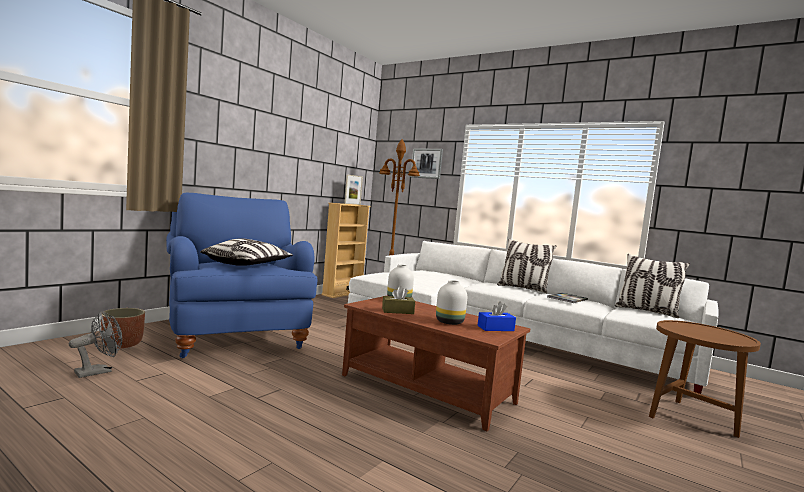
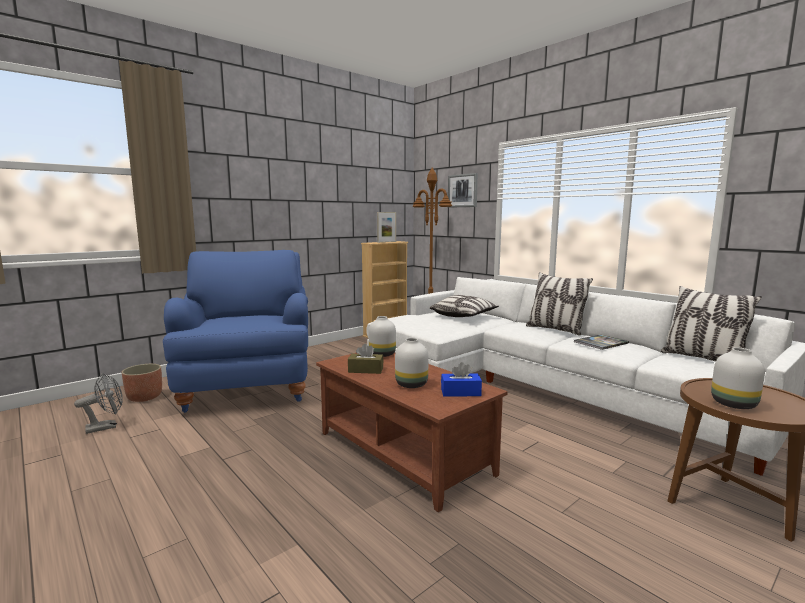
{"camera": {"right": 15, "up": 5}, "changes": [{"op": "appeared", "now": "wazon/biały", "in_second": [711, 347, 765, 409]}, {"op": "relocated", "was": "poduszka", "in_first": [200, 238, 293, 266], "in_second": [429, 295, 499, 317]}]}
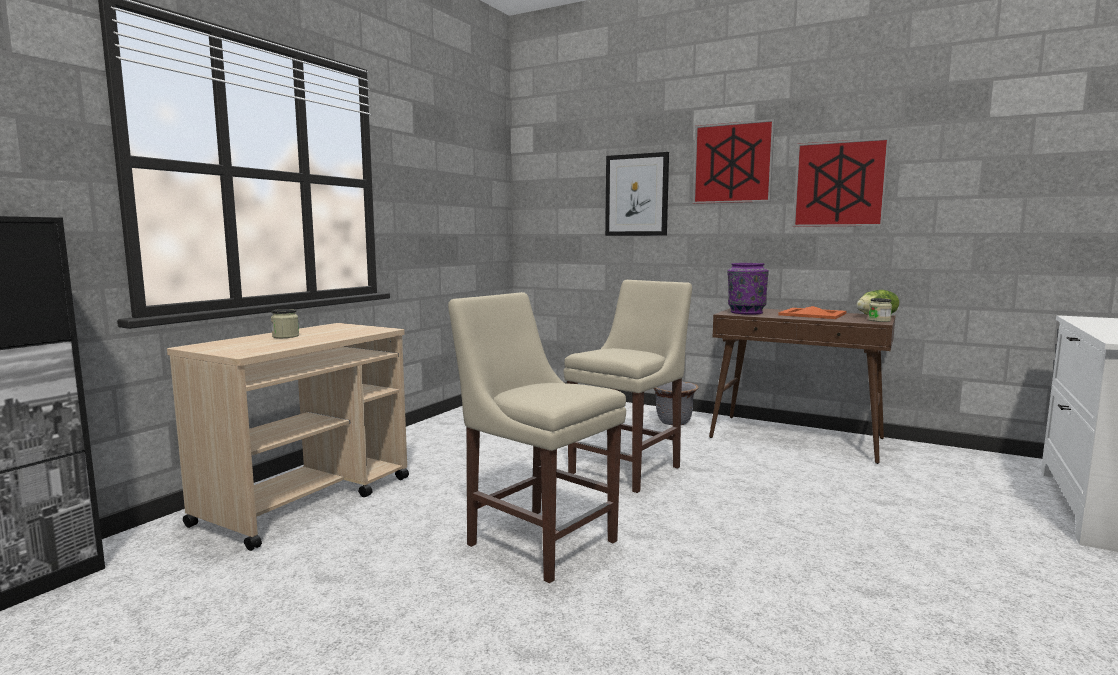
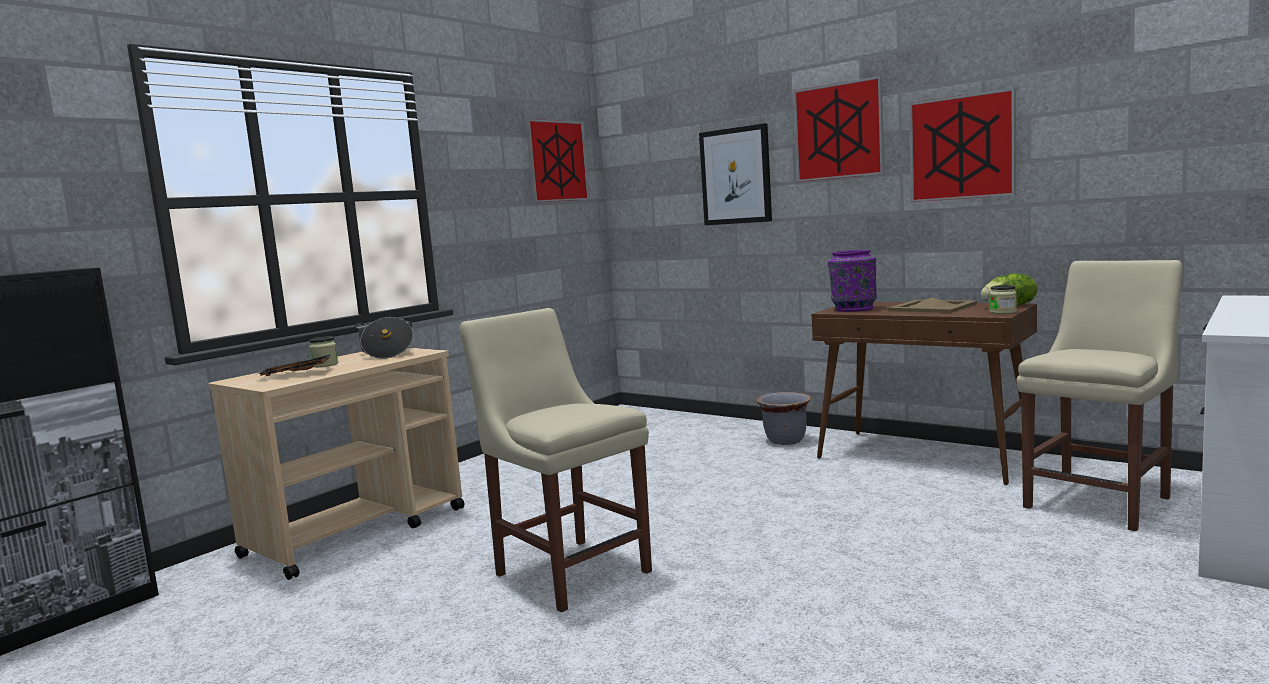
{"camera": {"right": 10, "up": 0}, "changes": [{"op": "appeared", "now": "taca/czarny", "in_second": [254, 354, 332, 376]}, {"op": "appeared", "now": "garnek", "in_second": [355, 317, 413, 359]}, {"op": "appeared", "now": "obraz", "in_second": [525, 119, 590, 203]}, {"op": "relocated", "was": "krzesło/beżowy", "in_first": [564, 280, 692, 493], "in_second": [1017, 260, 1183, 531]}, {"op": "colour", "was": "taca/pomarańczowy", "now": "taca/beżowy", "in_first": [778, 306, 846, 319], "in_second": [888, 298, 977, 313]}]}
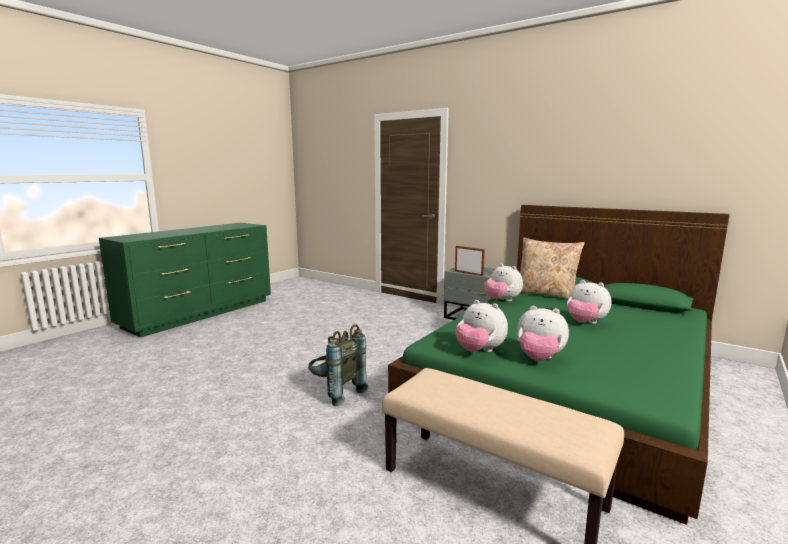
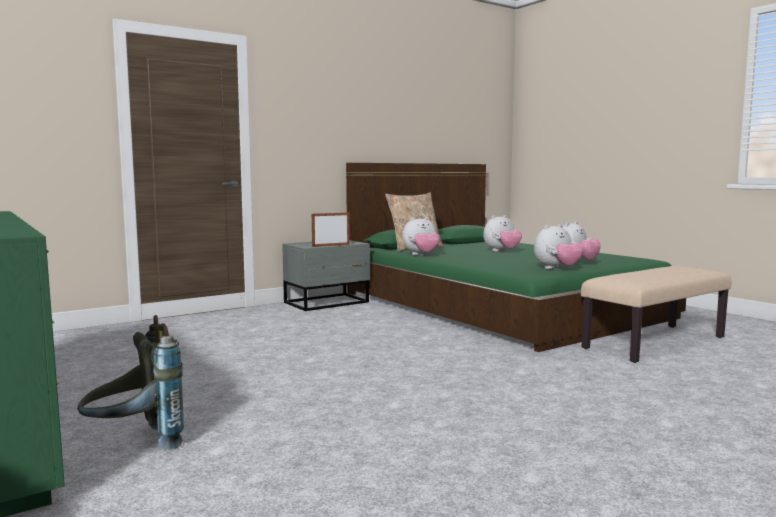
{"camera": {"right": -70, "up": -5}, "changes": [{"op": "relocated", "was": "plecak/szary", "in_first": [308, 324, 368, 406], "in_second": [77, 315, 184, 450]}]}
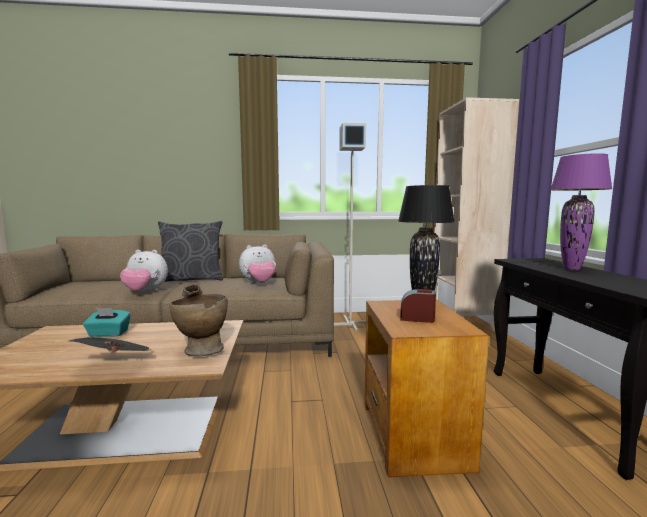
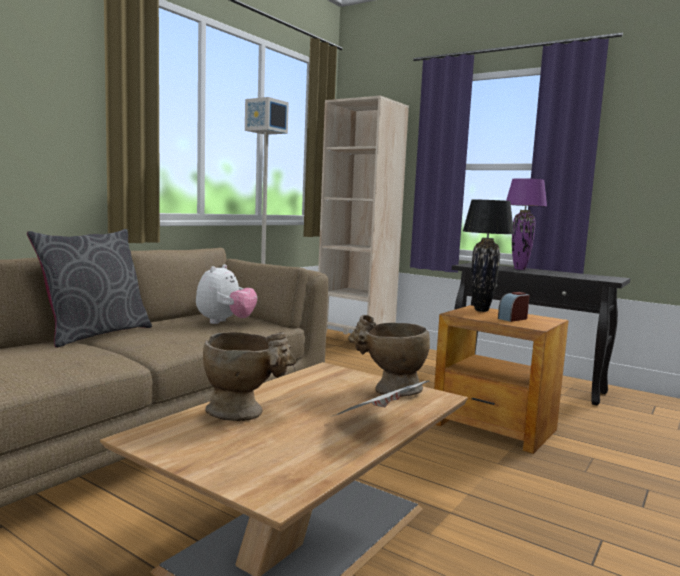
{"camera": {"right": -50, "up": 0}, "changes": [{"op": "missing", "was": "pluszak", "in_first": [120, 250, 168, 291]}, {"op": "exchanged", "was": "pudełko chusteczek/turkusowy", "now": "wazon/beżowy", "in_first": [83, 308, 131, 337], "in_second": [203, 332, 296, 421]}]}
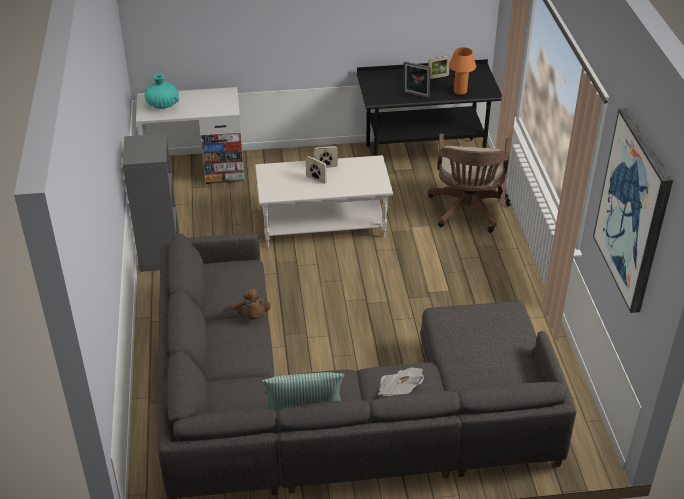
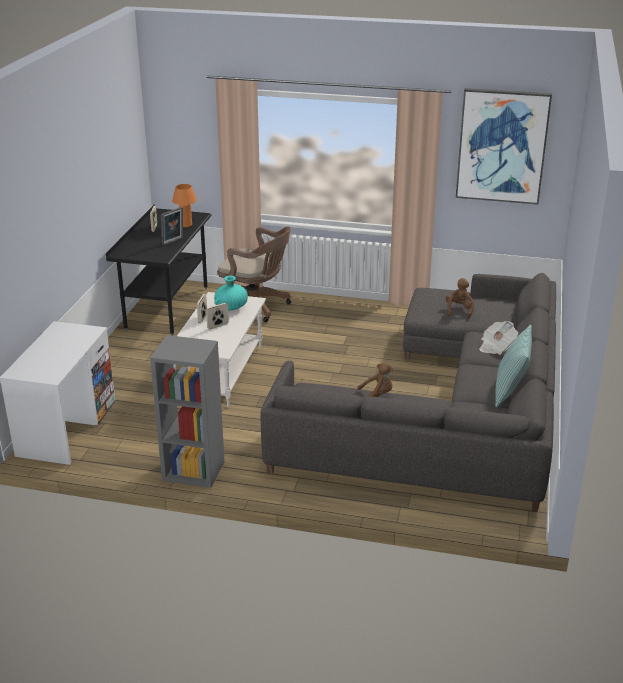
{"camera": {"right": -70, "up": -10}, "changes": [{"op": "appeared", "now": "pluszak/brązowy", "in_second": [446, 278, 474, 318]}, {"op": "relocated", "was": "wazon/turkusowy", "in_first": [145, 73, 179, 109], "in_second": [214, 276, 248, 310]}]}
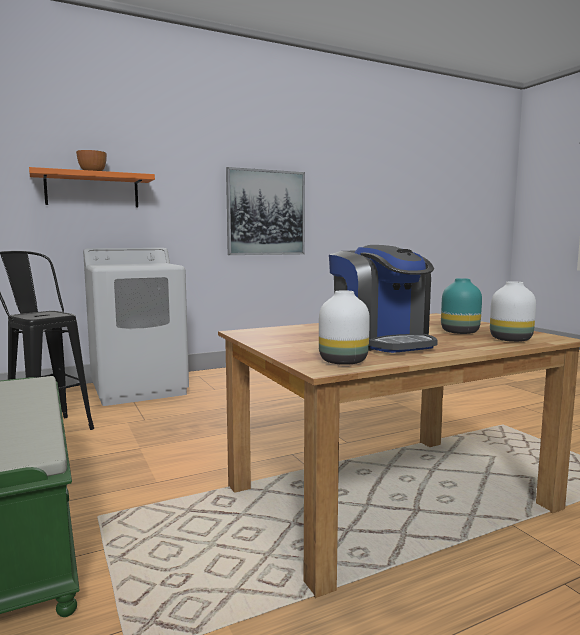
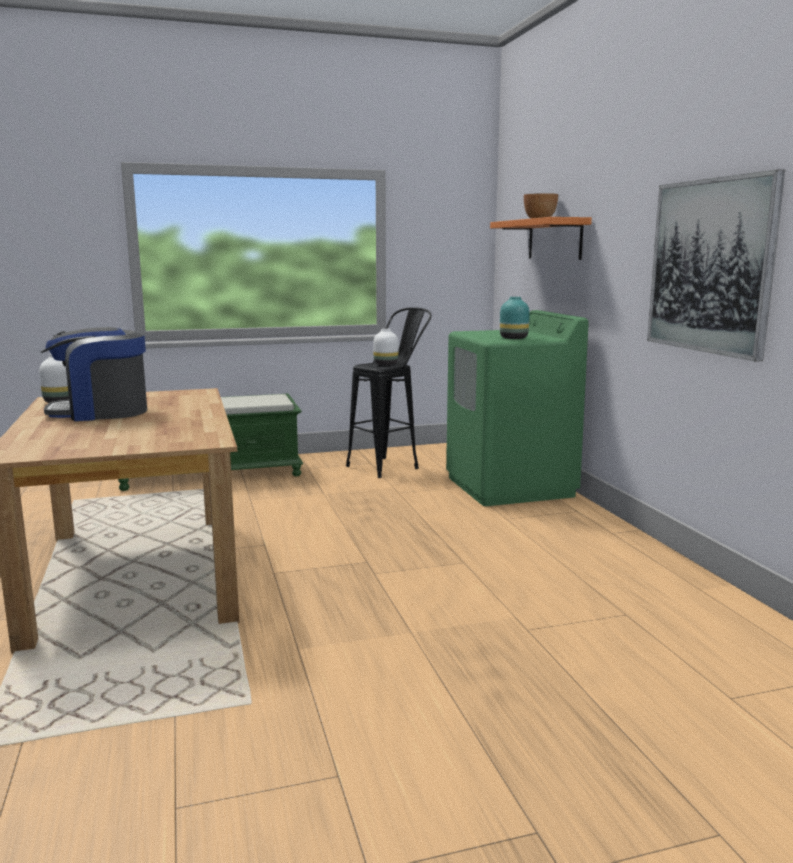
{"camera": {"right": 100, "up": 5}, "changes": [{"op": "relocated", "was": "wazon/turkusowy", "in_first": [441, 278, 482, 334], "in_second": [500, 297, 530, 339]}, {"op": "relocated", "was": "wazon/biały", "in_first": [490, 281, 536, 342], "in_second": [373, 329, 398, 365]}, {"op": "colour", "was": "pralka/biały", "now": "pralka/zielony", "in_first": [83, 248, 189, 406], "in_second": [446, 310, 589, 506]}]}
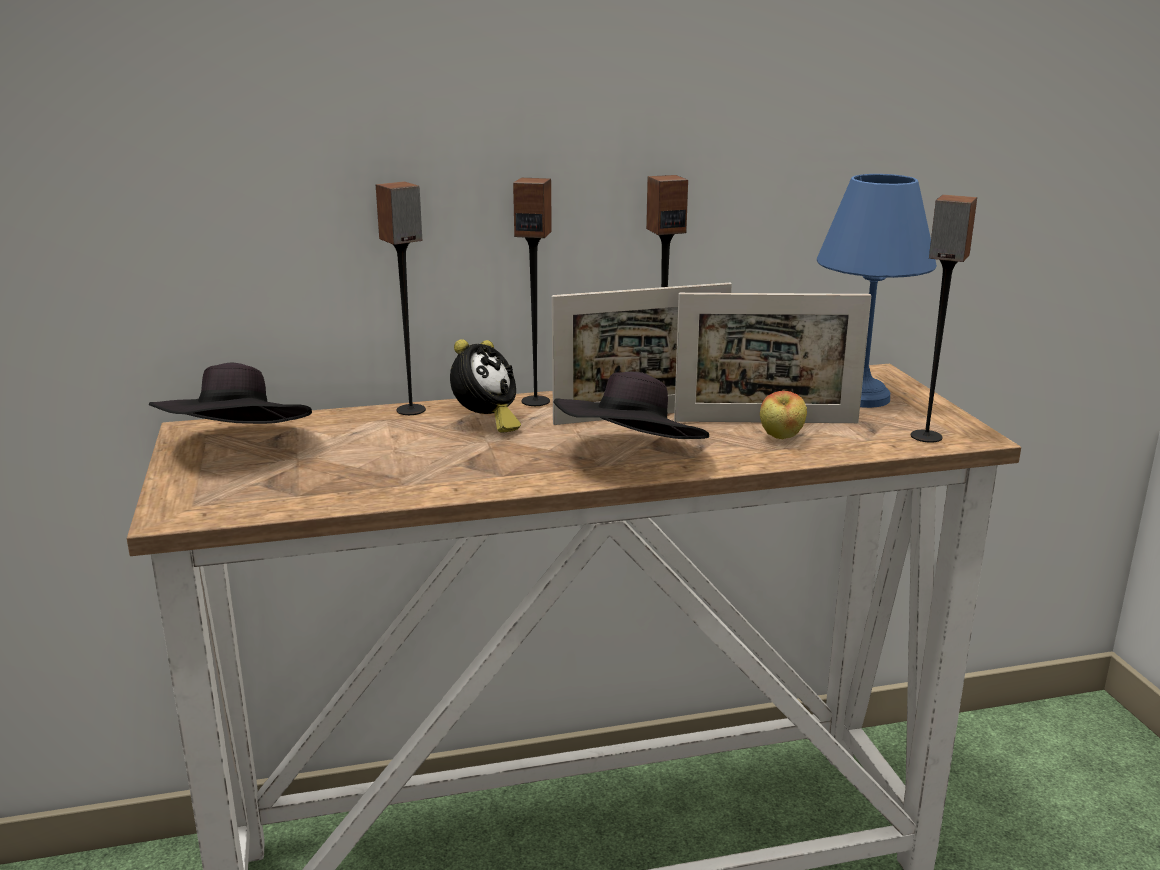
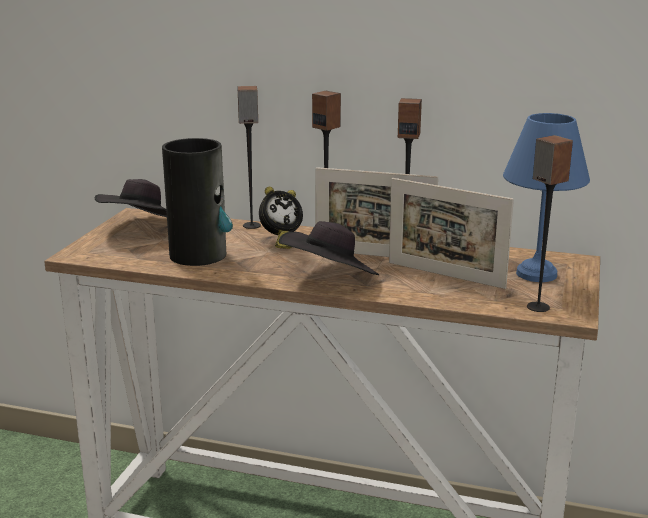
{"camera": {"right": 30, "up": 0}, "changes": [{"op": "missing", "was": "jabłko", "in_first": [760, 391, 807, 439]}, {"op": "appeared", "now": "wazon", "in_second": [162, 138, 233, 266]}]}
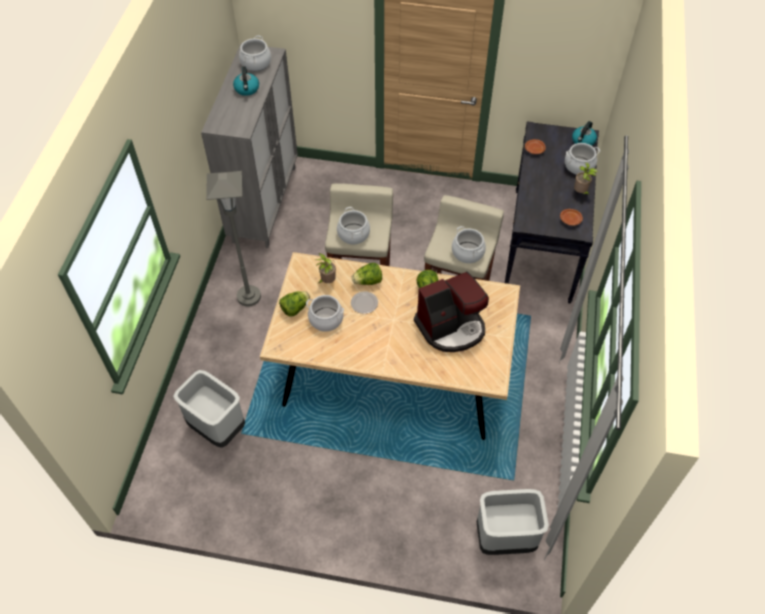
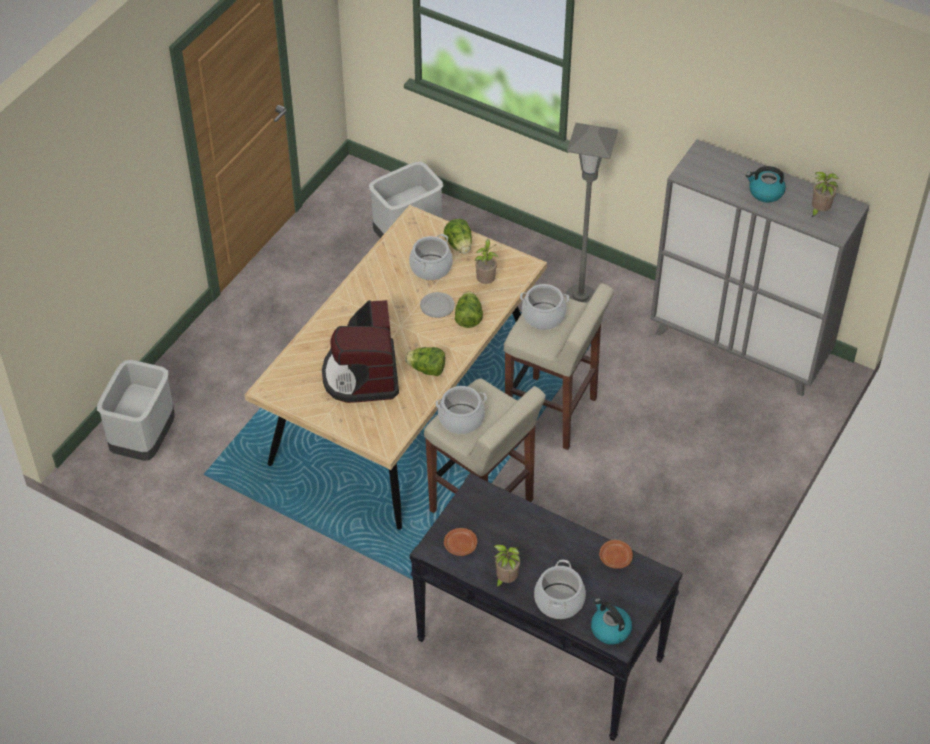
{"camera": {"right": 110, "up": -5}, "changes": [{"op": "exchanged", "was": "garnek", "now": "roślina doniczkowa", "in_first": [239, 35, 271, 71], "in_second": [811, 172, 839, 218]}]}
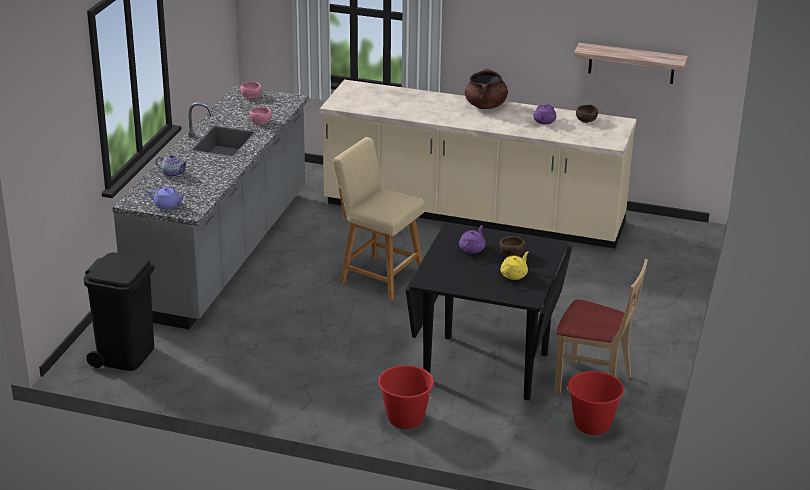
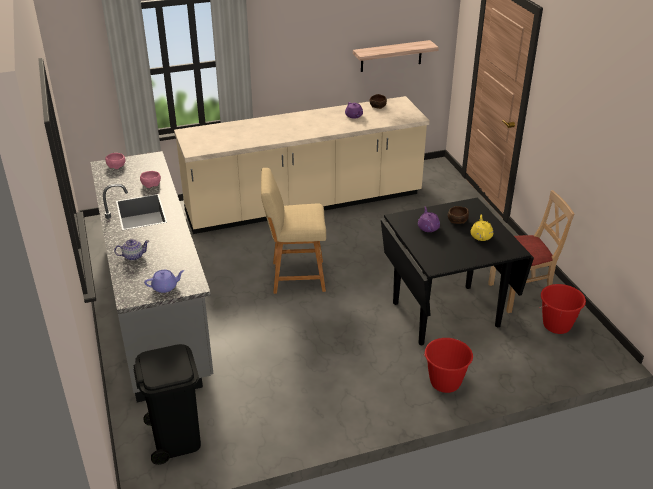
{"camera": {"right": -35, "up": 5}, "changes": [{"op": "missing", "was": "garnek/brązowy", "in_first": [465, 68, 508, 109]}]}
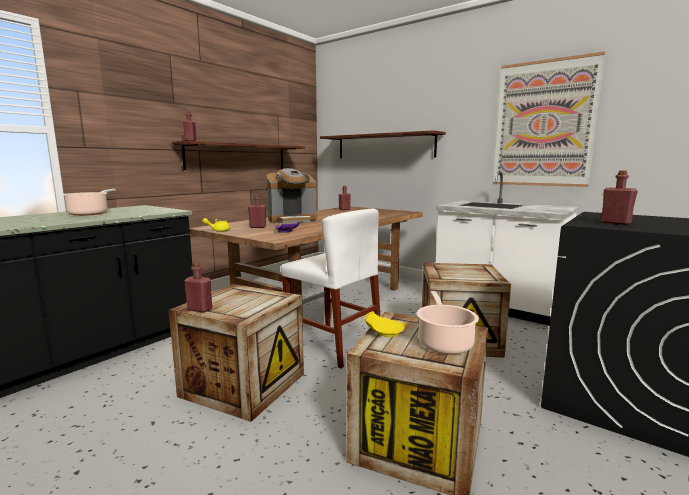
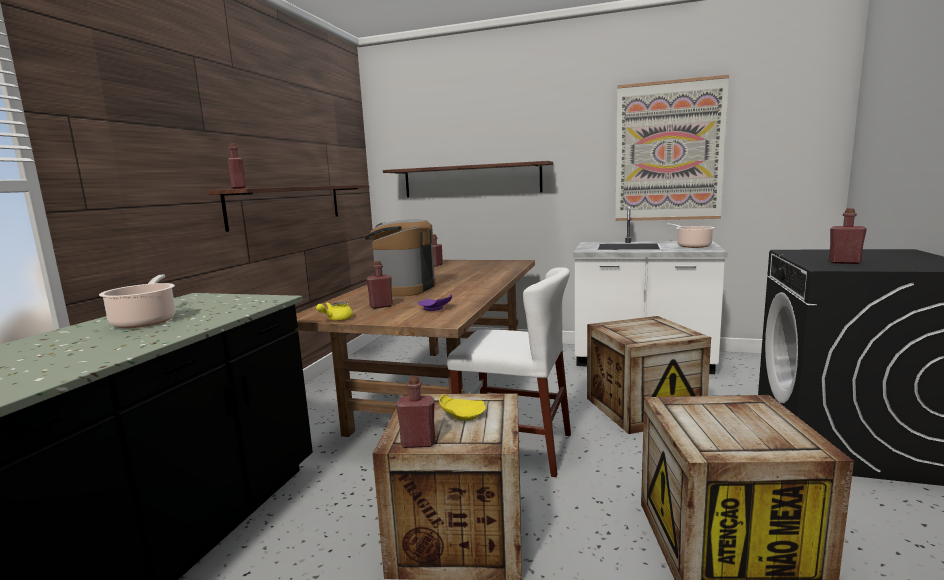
{"camera": {"right": -20, "up": 0}, "changes": [{"op": "relocated", "was": "talerz/żółty", "in_first": [365, 311, 406, 337], "in_second": [439, 394, 486, 421]}, {"op": "relocated", "was": "garnek", "in_first": [417, 291, 479, 354], "in_second": [666, 223, 714, 248]}, {"op": "spun", "was": "ekspres do kawy", "in_first": [266, 168, 317, 223], "in_second": [365, 219, 436, 296], "clockwise": 150}]}
